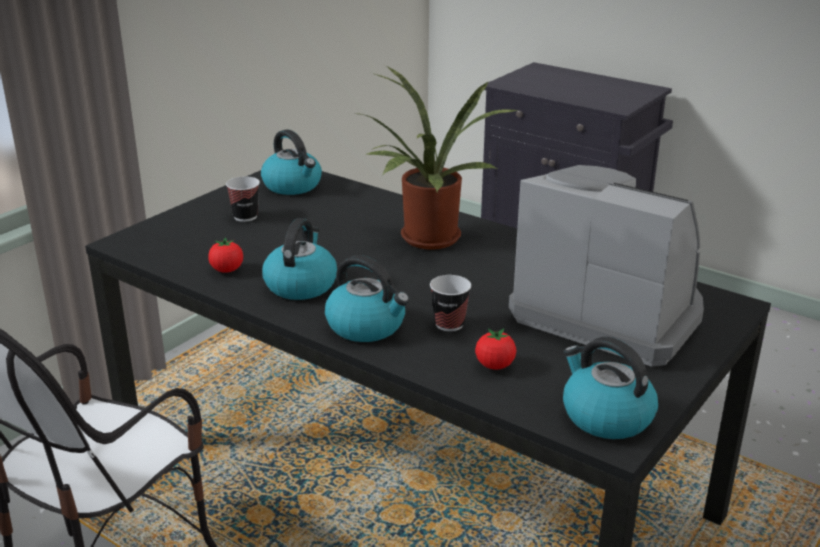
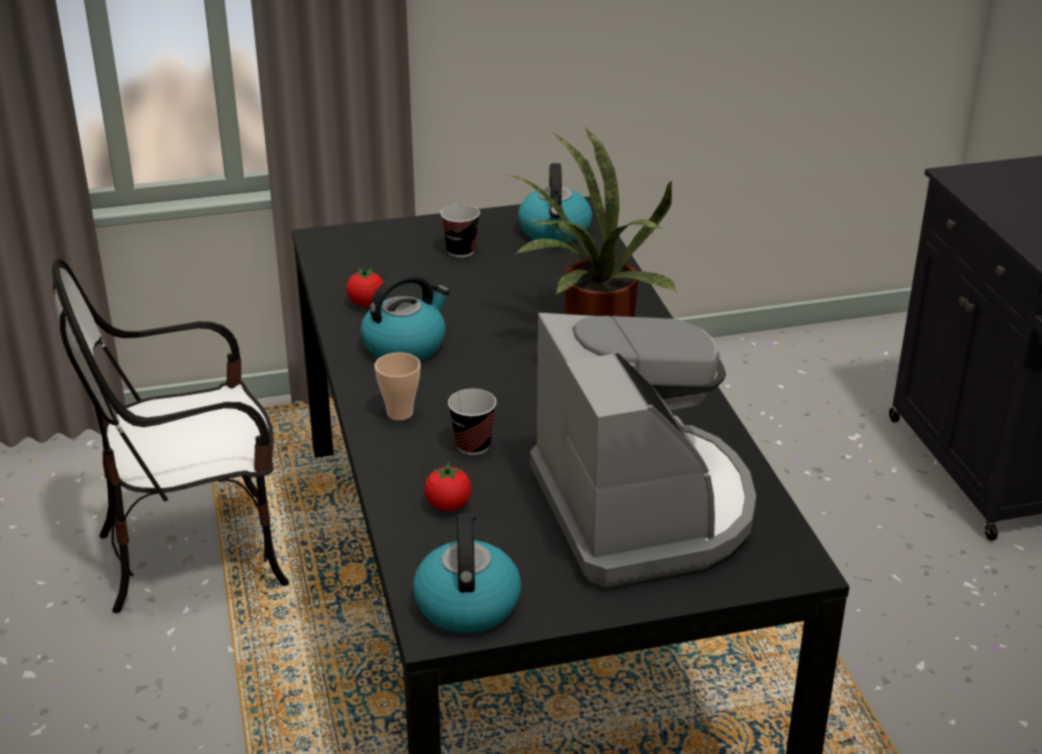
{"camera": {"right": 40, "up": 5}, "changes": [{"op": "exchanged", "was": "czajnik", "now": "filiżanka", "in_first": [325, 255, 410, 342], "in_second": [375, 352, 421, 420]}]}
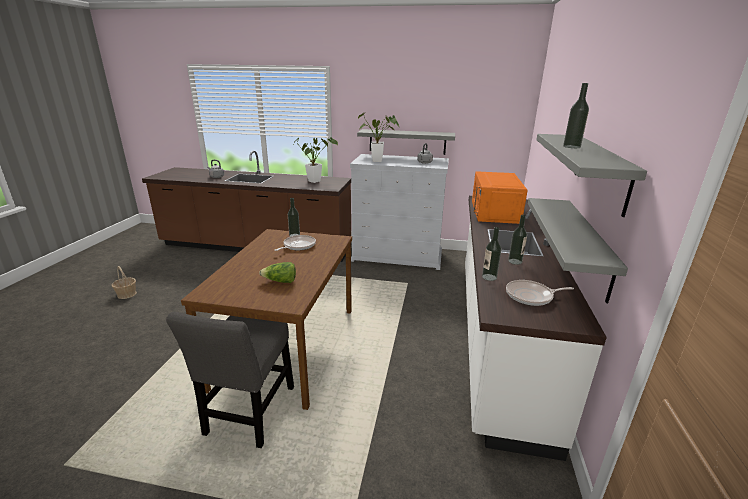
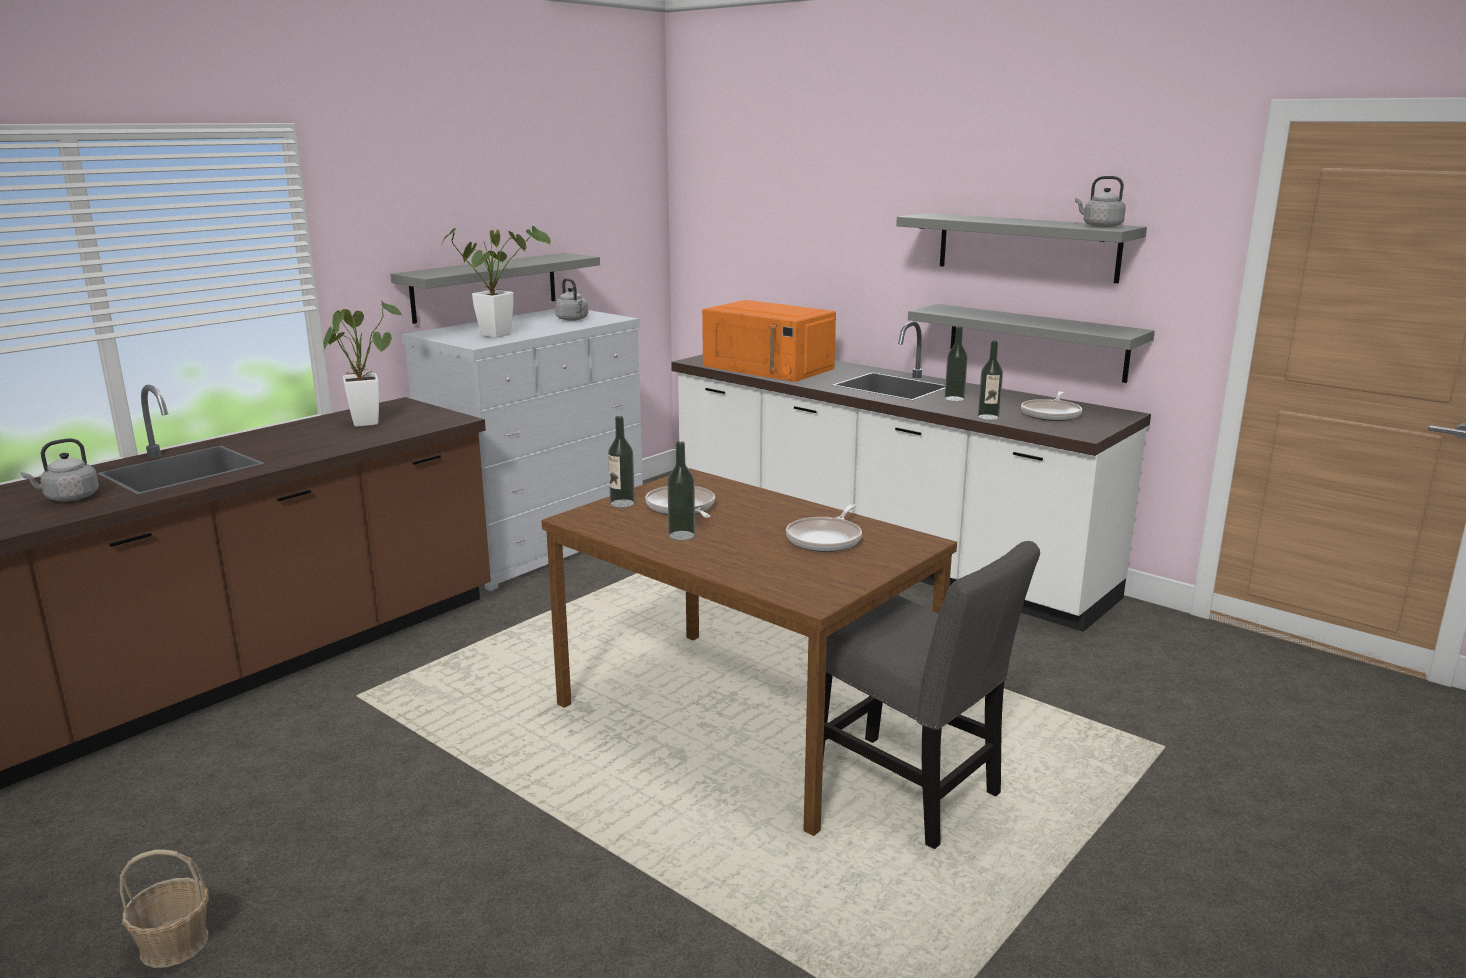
{"camera": {"right": -60, "up": -5}, "changes": [{"op": "appeared", "now": "czajnik/szary", "in_second": [1075, 176, 1126, 227]}, {"op": "relocated", "was": "butelka", "in_first": [563, 83, 589, 148], "in_second": [667, 441, 695, 541]}, {"op": "exchanged", "was": "sałata", "now": "patelnia", "in_first": [259, 262, 296, 283], "in_second": [786, 504, 862, 552]}]}
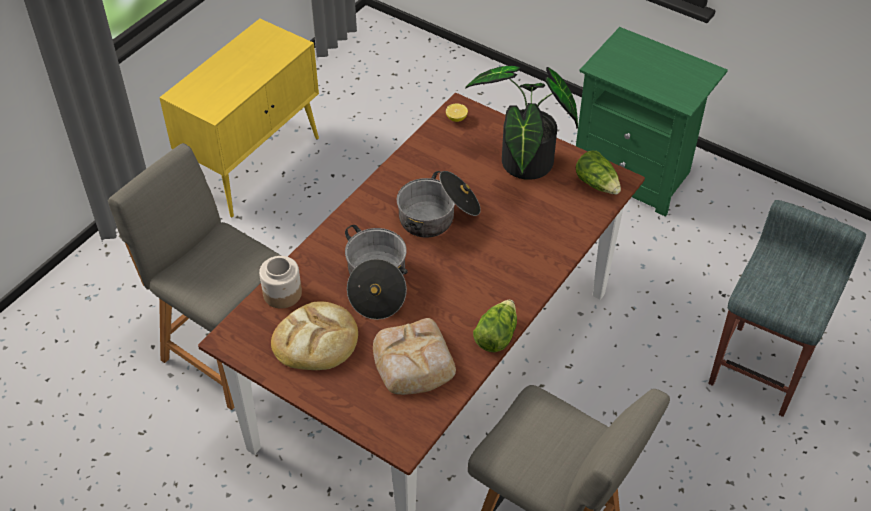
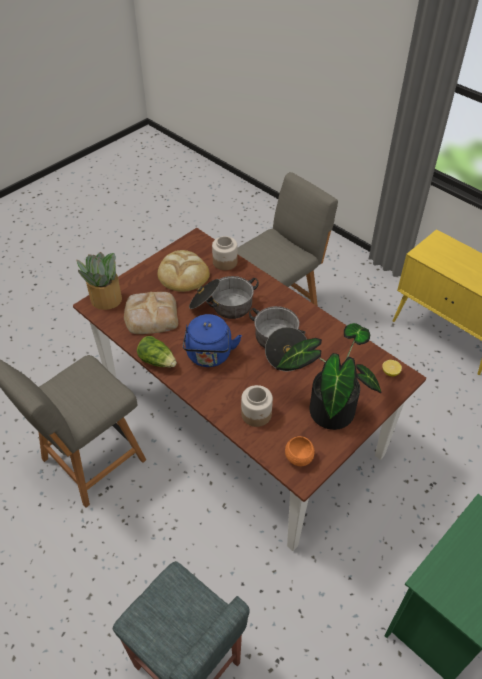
{"camera": {"right": 100, "up": 0}, "changes": [{"op": "appeared", "now": "roślina doniczkowa", "in_second": [77, 252, 122, 310]}, {"op": "appeared", "now": "czajnik/niebieski", "in_second": [183, 314, 242, 367]}, {"op": "appeared", "now": "słoik", "in_second": [241, 385, 273, 427]}, {"op": "exchanged", "was": "sałata", "now": "miska/pomarańczowy", "in_first": [576, 151, 621, 194], "in_second": [285, 436, 315, 466]}]}
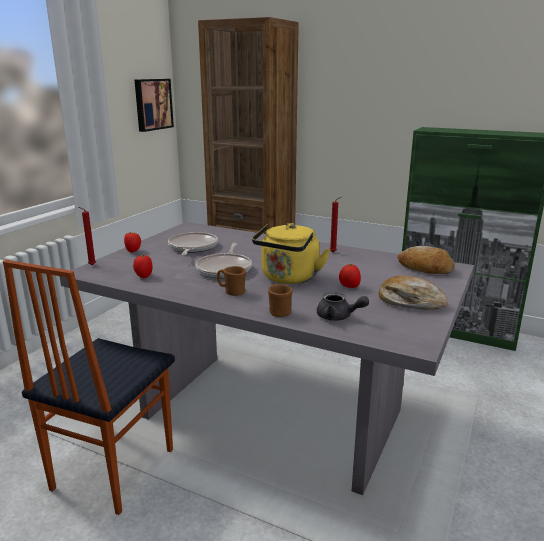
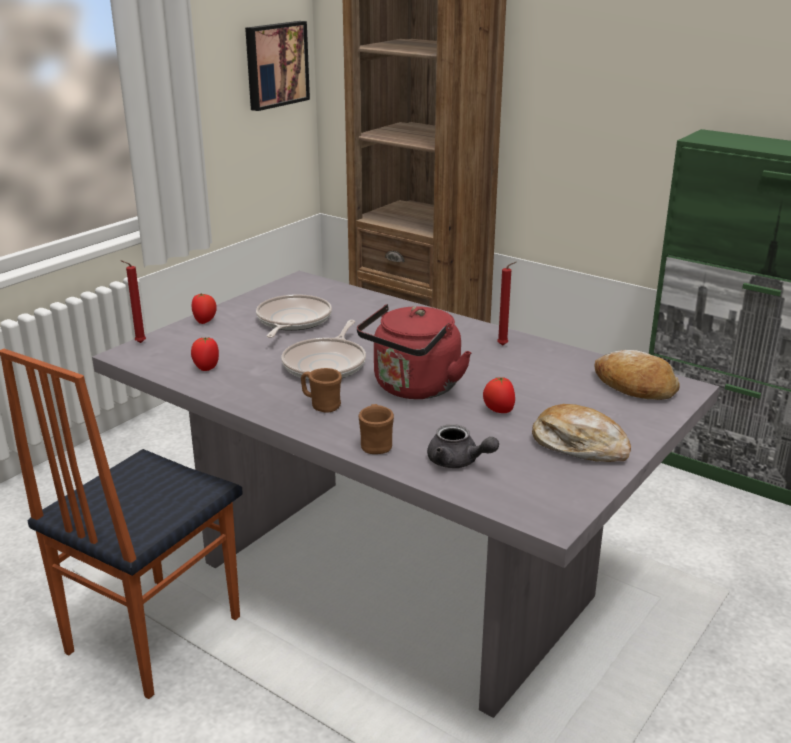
{"camera": {"right": 10, "up": 5}, "changes": [{"op": "colour", "was": "czajnik/żółty", "now": "czajnik/czerwony", "in_first": [252, 223, 330, 284], "in_second": [357, 304, 472, 399]}]}
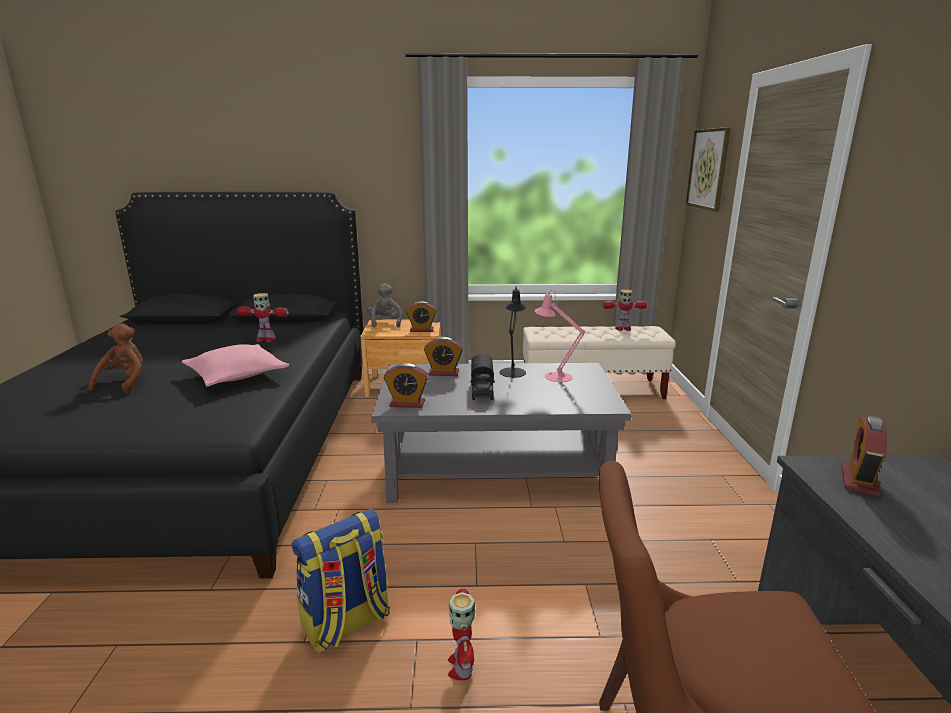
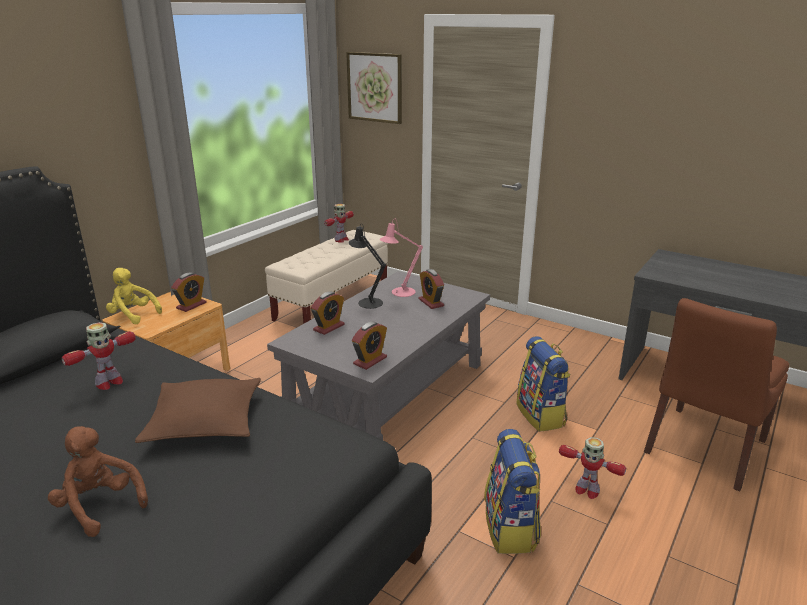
{"camera": {"right": -55, "up": 5}, "changes": [{"op": "missing", "was": "ciężarówka zabawkowa", "in_first": [470, 354, 495, 400]}, {"op": "appeared", "now": "plecak", "in_second": [516, 336, 571, 432]}, {"op": "relocated", "was": "budzik", "in_first": [841, 415, 887, 497], "in_second": [419, 269, 444, 309]}, {"op": "colour", "was": "poduszka/różowy", "now": "poduszka/brązowy", "in_first": [182, 344, 289, 387], "in_second": [135, 378, 261, 443]}, {"op": "colour", "was": "pluszak/szary", "now": "pluszak/żółty", "in_first": [367, 283, 402, 328], "in_second": [106, 268, 162, 324]}]}
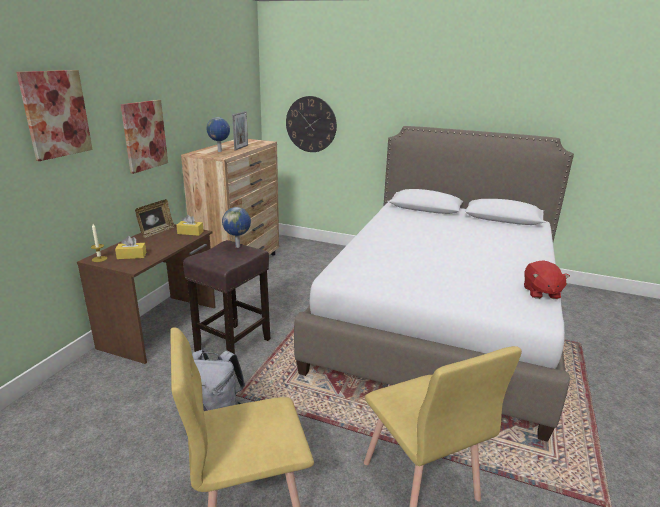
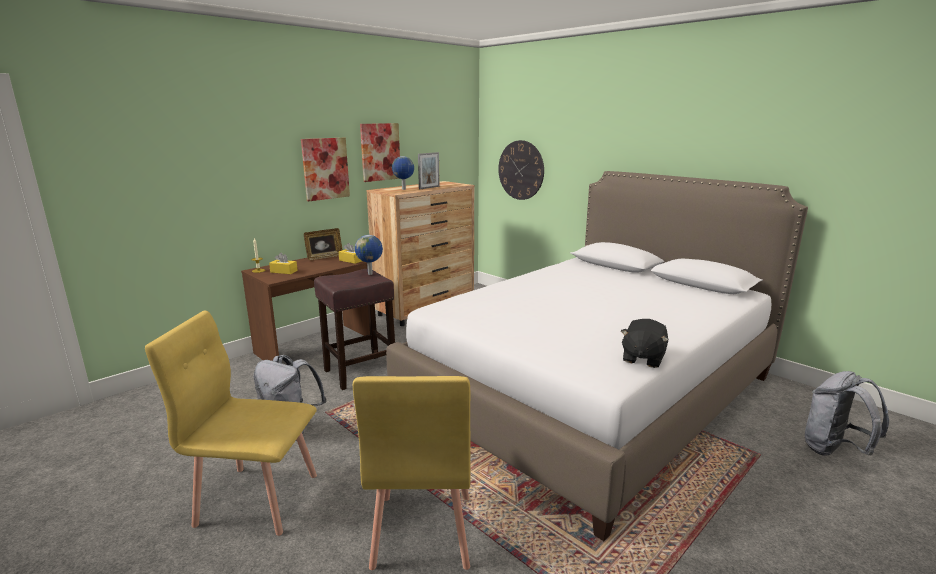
{"camera": {"right": 25, "up": -5}, "changes": [{"op": "appeared", "now": "plecak/szary", "in_second": [805, 371, 889, 456]}, {"op": "relocated", "was": "obraz", "in_first": [16, 70, 93, 161], "in_second": [360, 123, 400, 182]}, {"op": "colour", "was": "pluszak/czerwony", "now": "pluszak/czarny", "in_first": [524, 260, 570, 299], "in_second": [621, 319, 669, 368]}]}
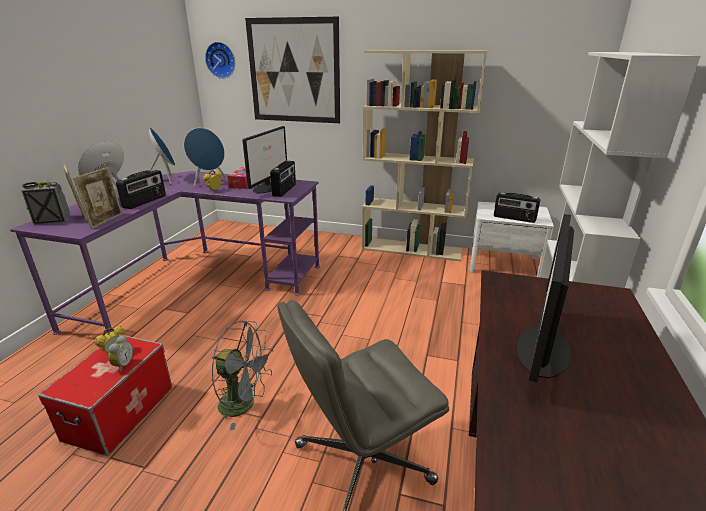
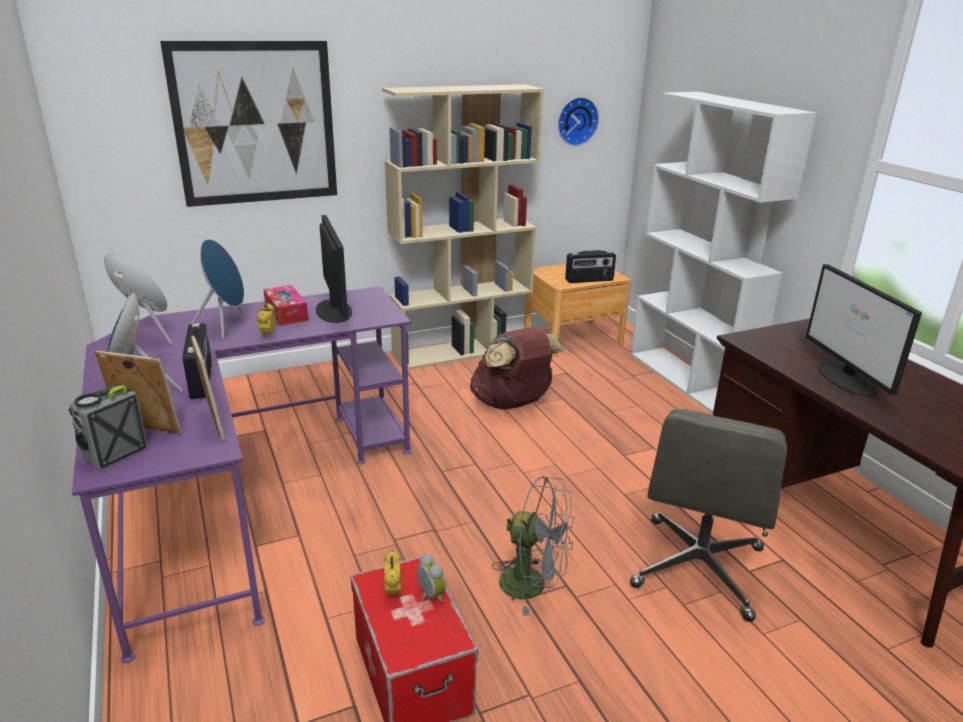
{"camera": {"right": -40, "up": 0}, "changes": [{"op": "missing", "was": "radio", "in_first": [270, 160, 296, 197]}, {"op": "appeared", "now": "plecak/brązowy", "in_second": [470, 327, 565, 410]}, {"op": "relocated", "was": "zegar ścienny", "in_first": [205, 42, 235, 79], "in_second": [558, 97, 599, 146]}, {"op": "colour", "was": "szafka nocna/biały", "now": "szafka nocna/brązowy", "in_first": [470, 201, 554, 277], "in_second": [524, 264, 631, 357]}, {"op": "spun", "was": "wentylator/szary", "in_first": [212, 320, 273, 430], "in_second": [492, 476, 575, 615], "clockwise": 45}]}
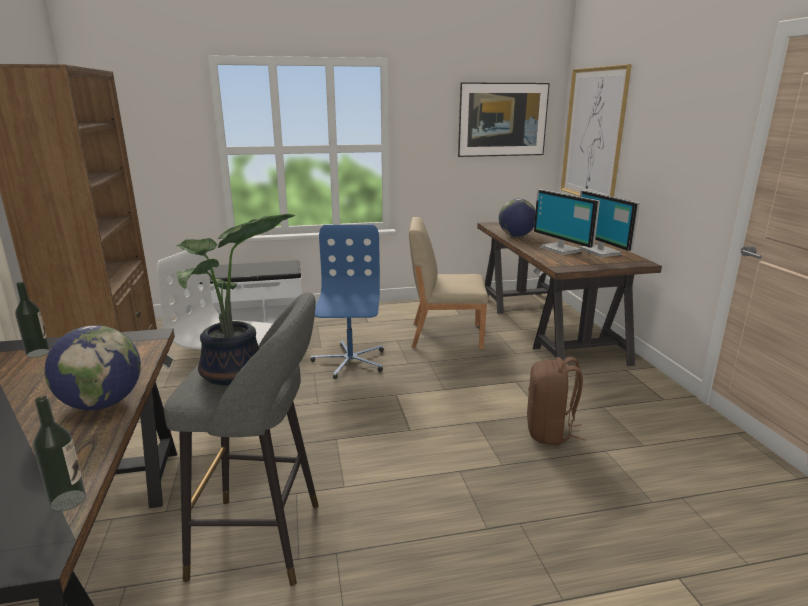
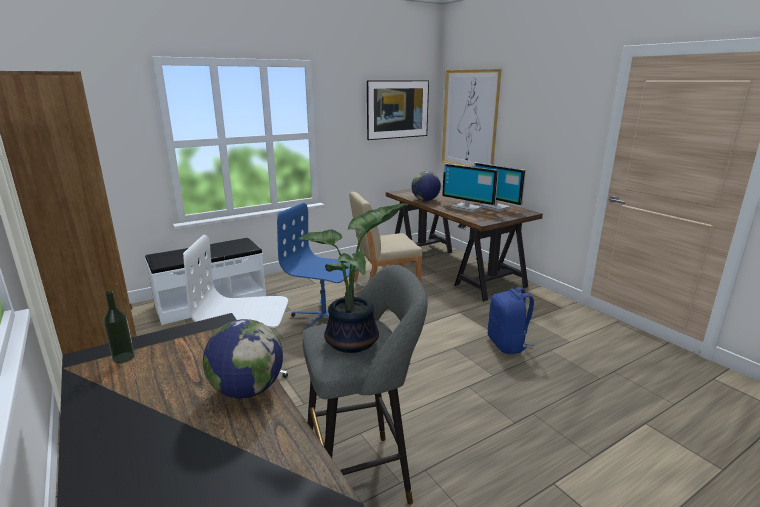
{"camera": {"right": -20, "up": 0}, "changes": [{"op": "missing", "was": "butelka", "in_first": [33, 396, 86, 512]}, {"op": "colour", "was": "plecak/brązowy", "now": "plecak/niebieski", "in_first": [527, 357, 585, 445], "in_second": [488, 287, 534, 354]}, {"op": "spun", "was": "krzesło biurowe/niebieski", "in_first": [311, 225, 384, 379], "in_second": [277, 203, 358, 329], "clockwise": -45}]}
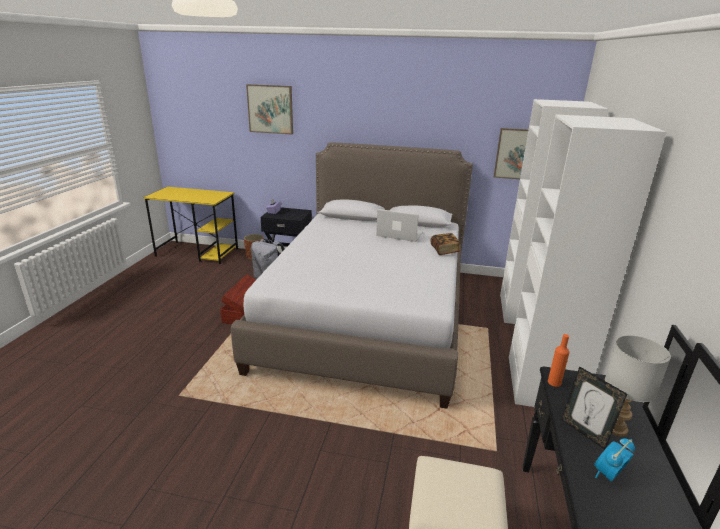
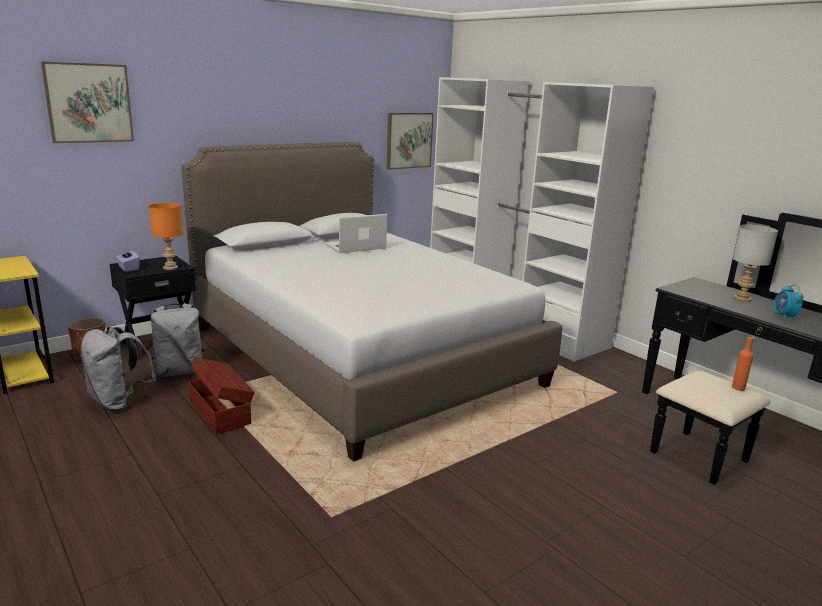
{"camera": {"right": -50, "up": -5}, "changes": [{"op": "missing", "was": "książka", "in_first": [430, 233, 461, 255]}, {"op": "missing", "was": "ramka na zdjęcie", "in_first": [561, 366, 627, 449]}, {"op": "appeared", "now": "plecak/szary", "in_second": [81, 327, 156, 411]}, {"op": "appeared", "now": "lampa stołowa/pomarańczowy", "in_second": [149, 203, 183, 270]}, {"op": "relocated", "was": "butelka/pomarańczowy", "in_first": [548, 334, 570, 387], "in_second": [732, 337, 754, 391]}]}
